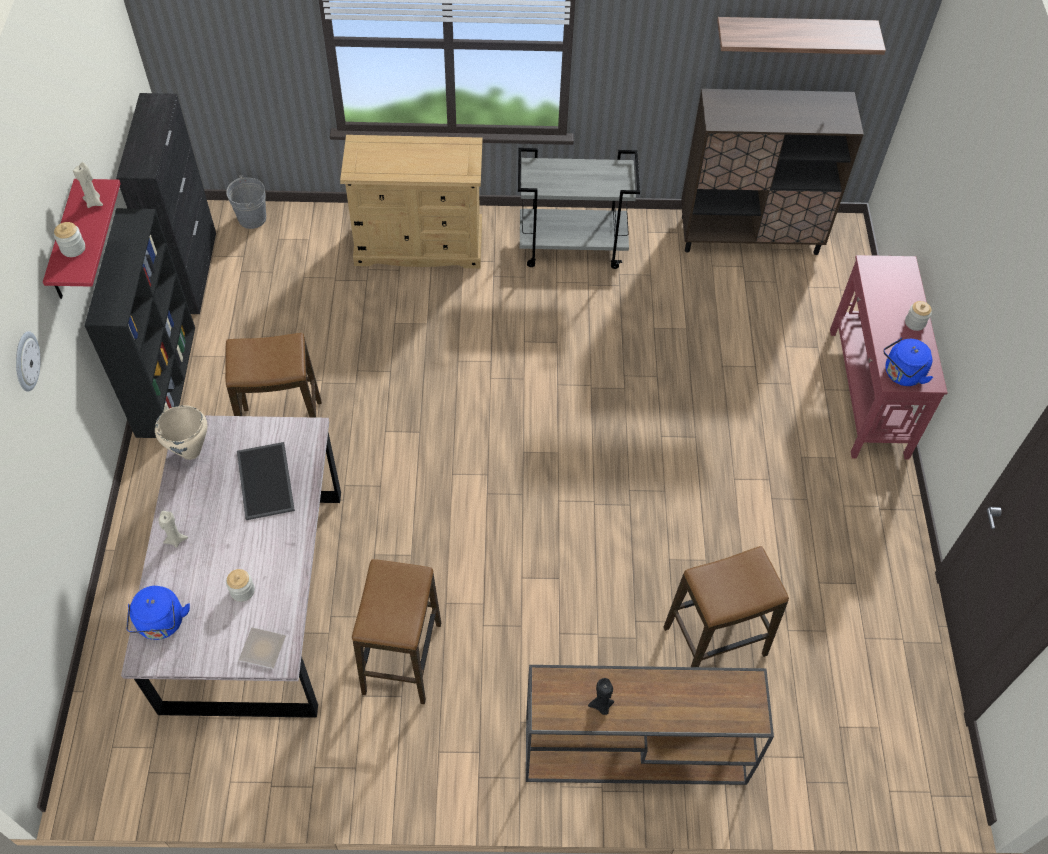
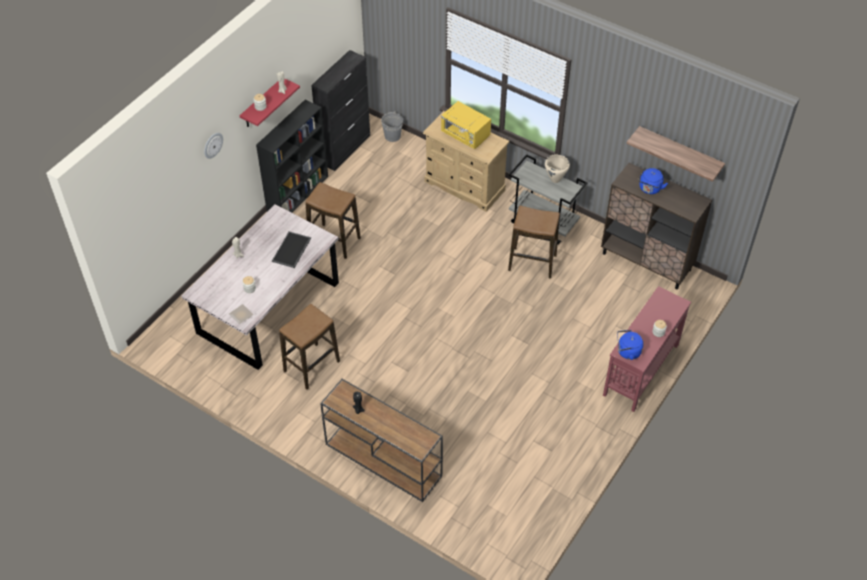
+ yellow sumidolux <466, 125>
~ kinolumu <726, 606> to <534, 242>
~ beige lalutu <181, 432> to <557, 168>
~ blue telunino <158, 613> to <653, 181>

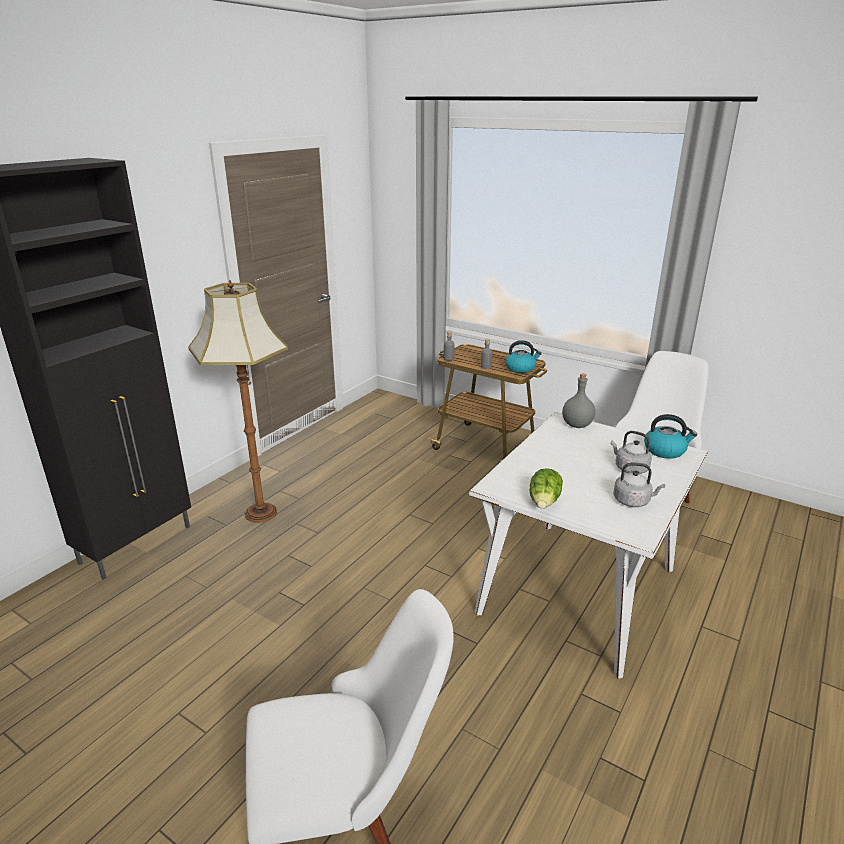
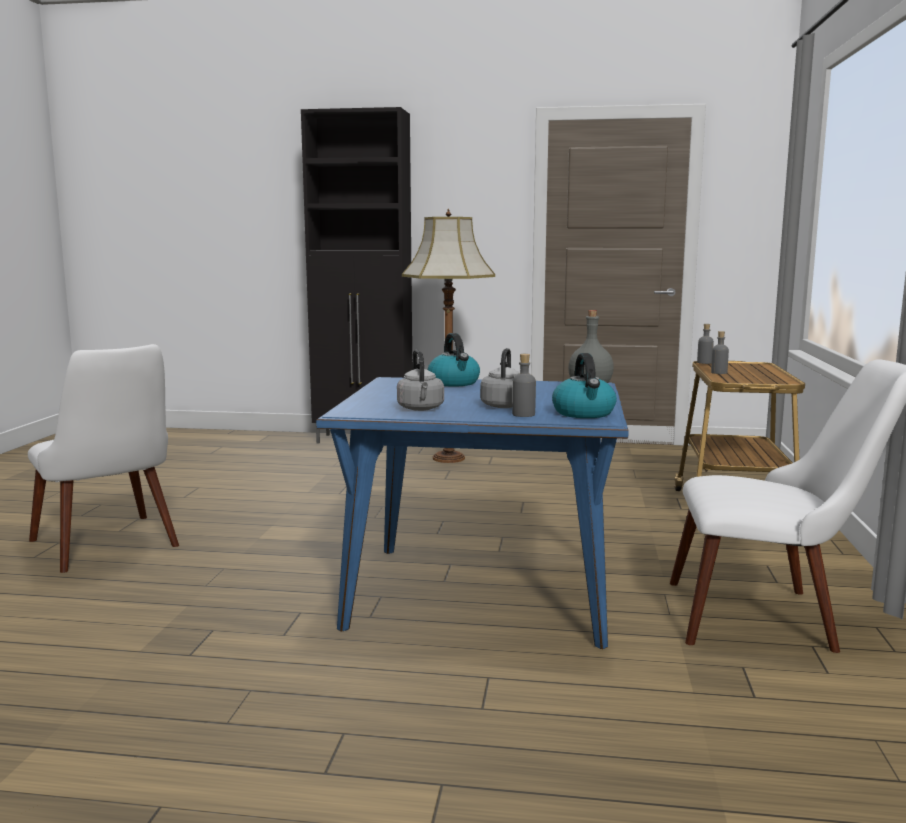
~ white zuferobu <588, 545> to blue zuferobu <472, 513>
~ telunino <523, 356> to <454, 359>
+ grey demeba <524, 385>
- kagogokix <546, 488>

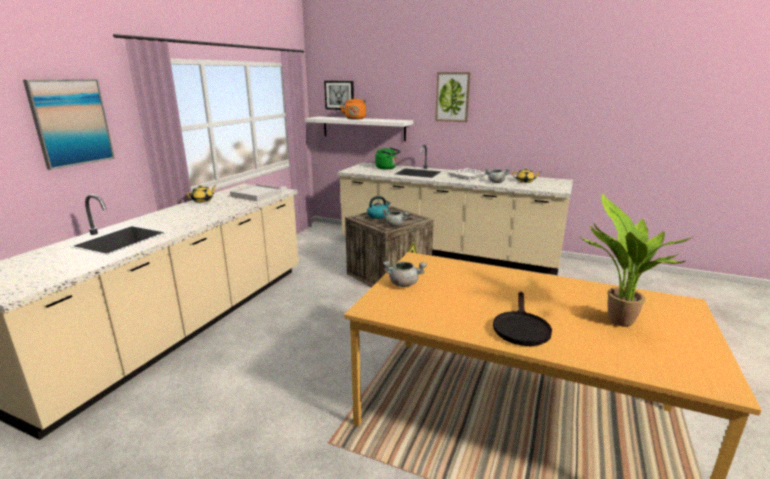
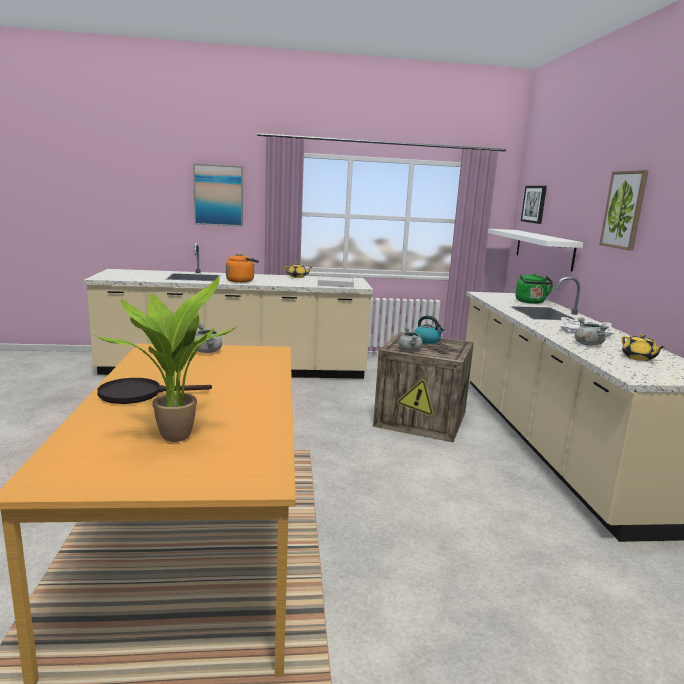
~ orange telunino <353, 109> to <242, 268>

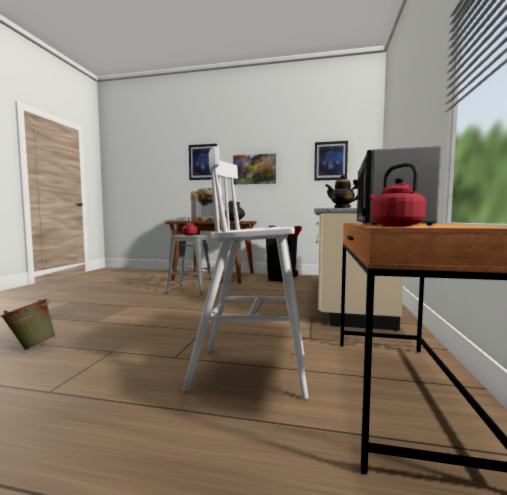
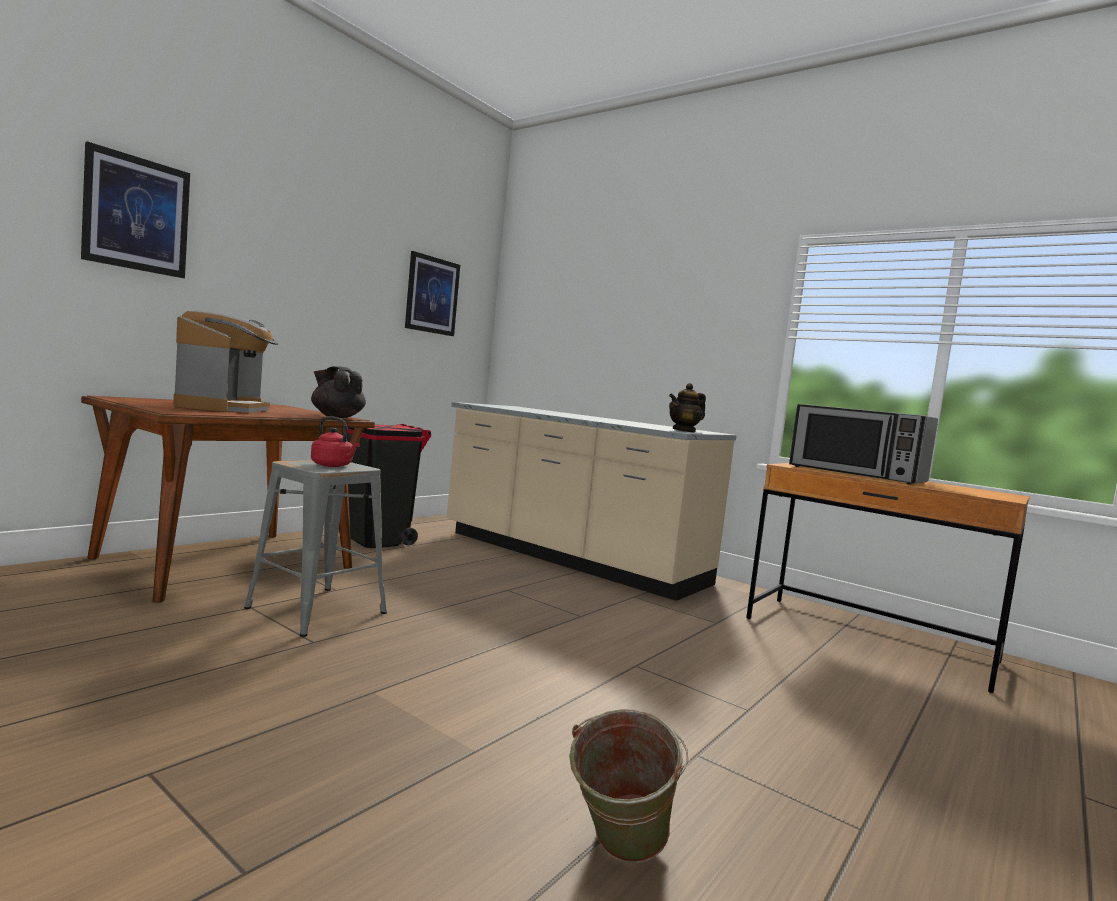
- white kinolumu <245, 272>
- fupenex <254, 168>
- red telunino <397, 194>

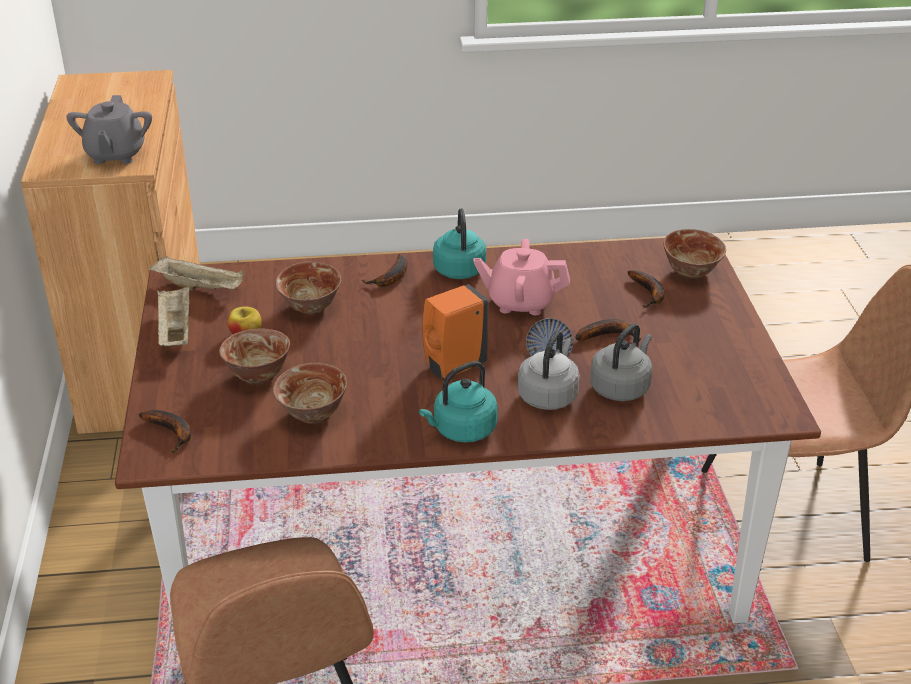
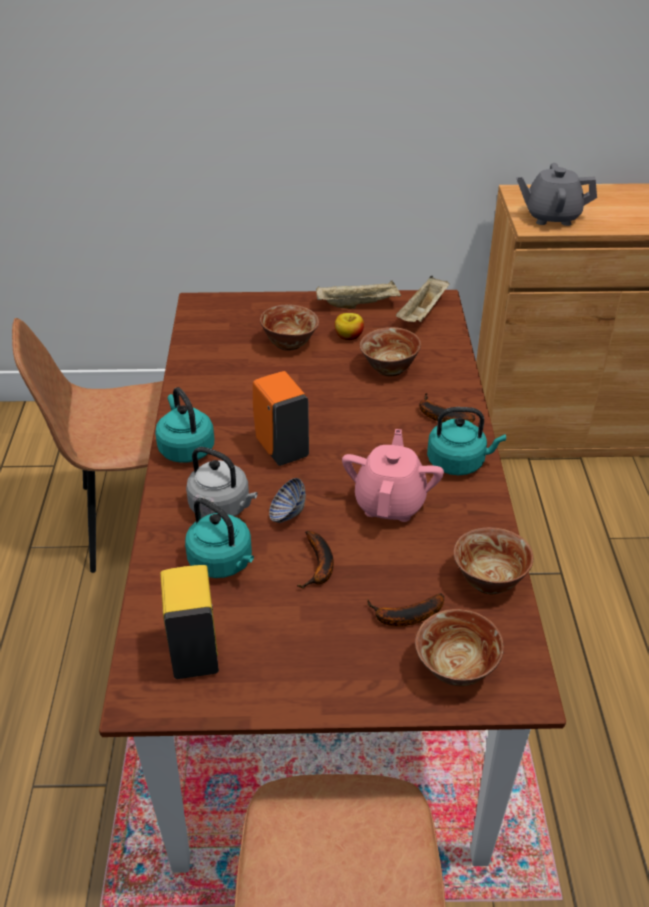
+ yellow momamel <189, 622>
~ grey telunino <621, 362> to turquoise telunino <219, 538>
~ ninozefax <310, 393> to <493, 560>
- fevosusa <165, 431>

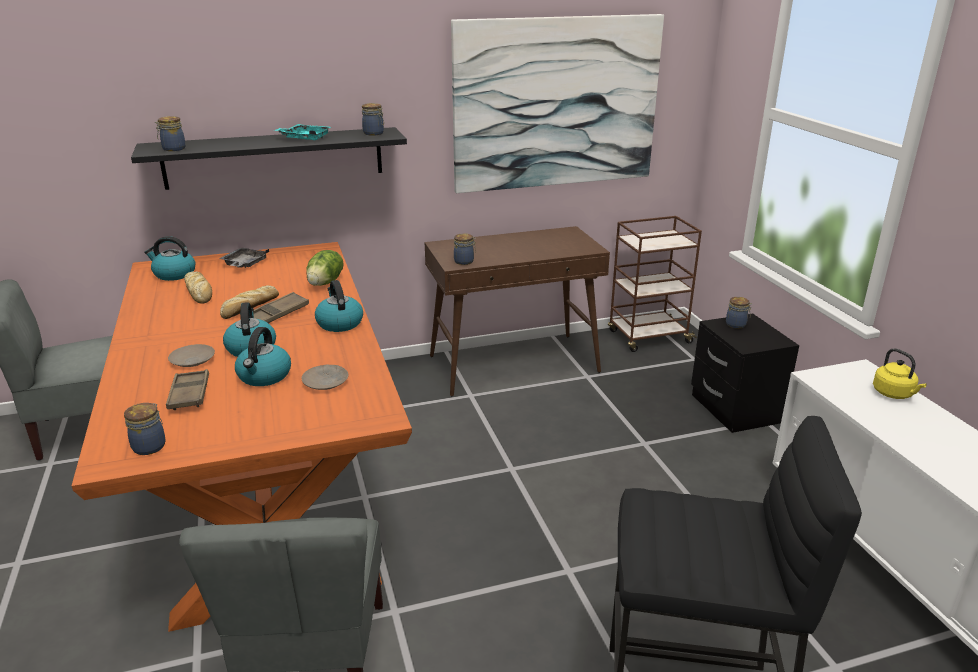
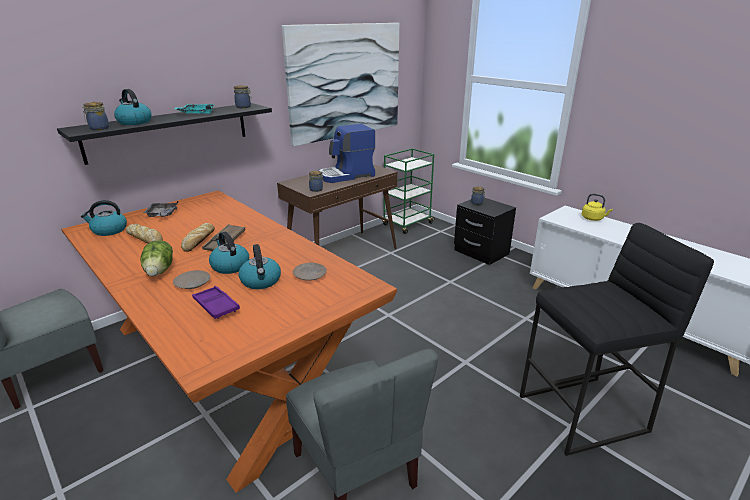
~ telunino <339, 306> to <133, 107>
~ kagogokix <325, 268> to <156, 258>
~ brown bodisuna <187, 389> to purple bodisuna <216, 302>
+ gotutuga <347, 153>
~ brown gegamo <655, 284> to green gegamo <408, 191>
- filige <145, 429>

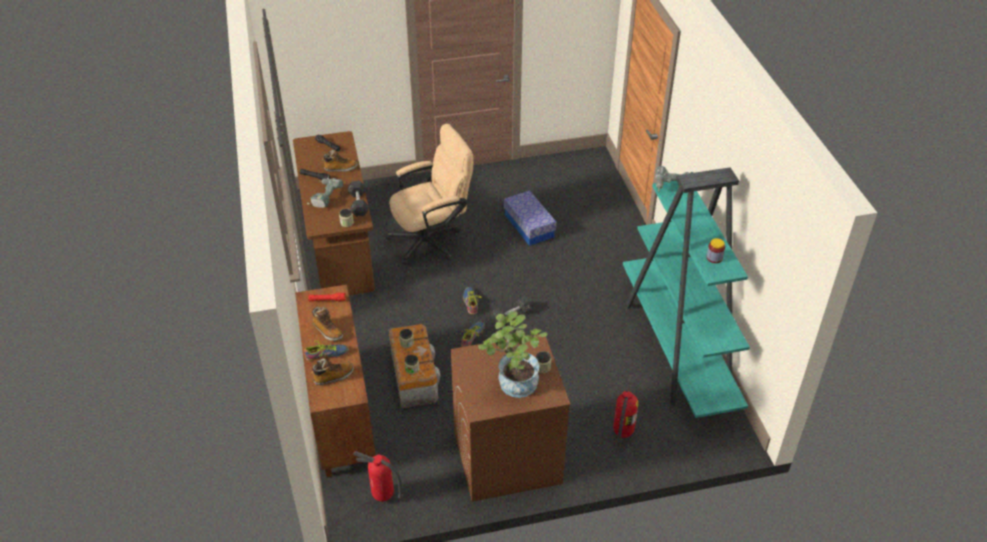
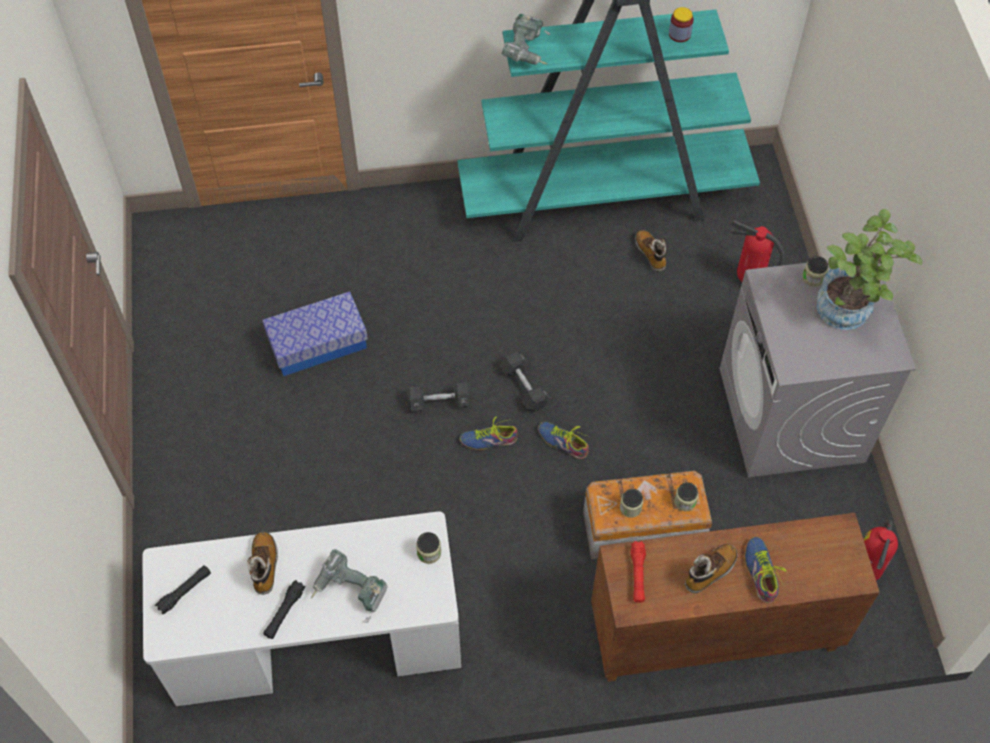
~ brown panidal <334, 213> to white panidal <301, 609>
~ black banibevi <358, 199> to <439, 396>
~ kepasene <332, 371> to <651, 251>
~ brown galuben <511, 418> to grey galuben <817, 367>
- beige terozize <429, 194>

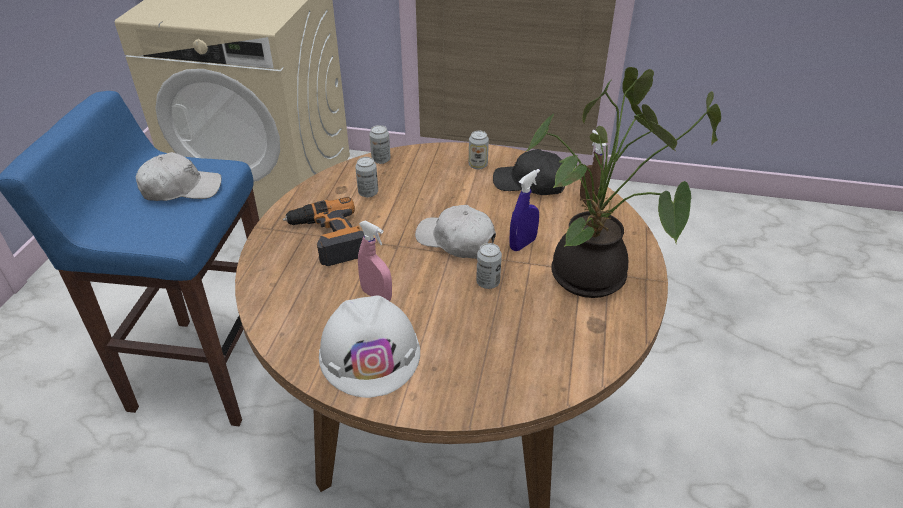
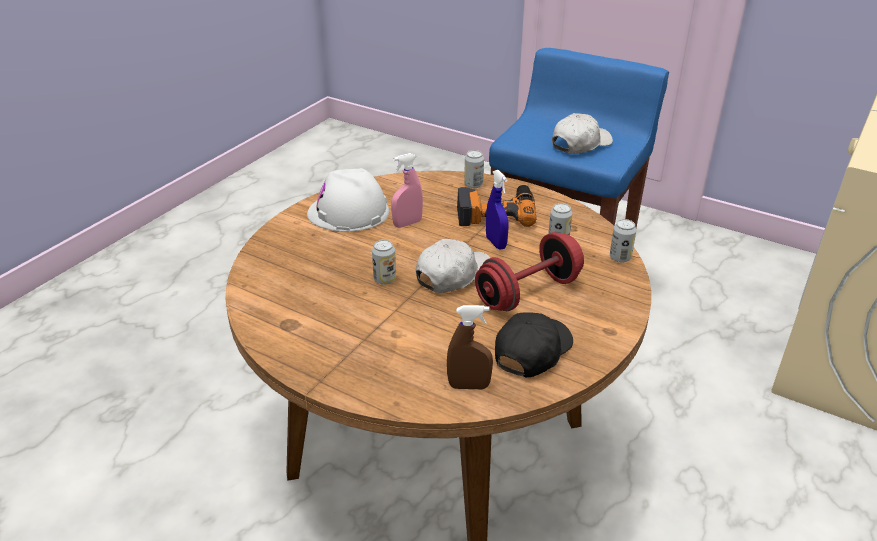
~ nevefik <479, 150> to <474, 169>
+ red banibevi <529, 271>
~ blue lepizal <524, 210> to <497, 210>
~ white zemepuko <179, 176> = <582, 133> 135 degrees counterclockwise
- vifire <623, 182>

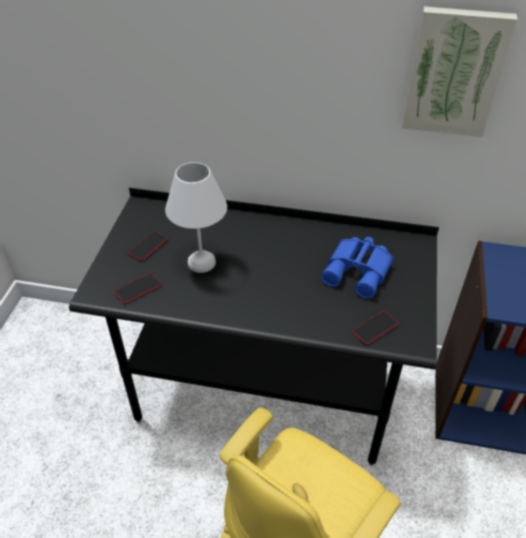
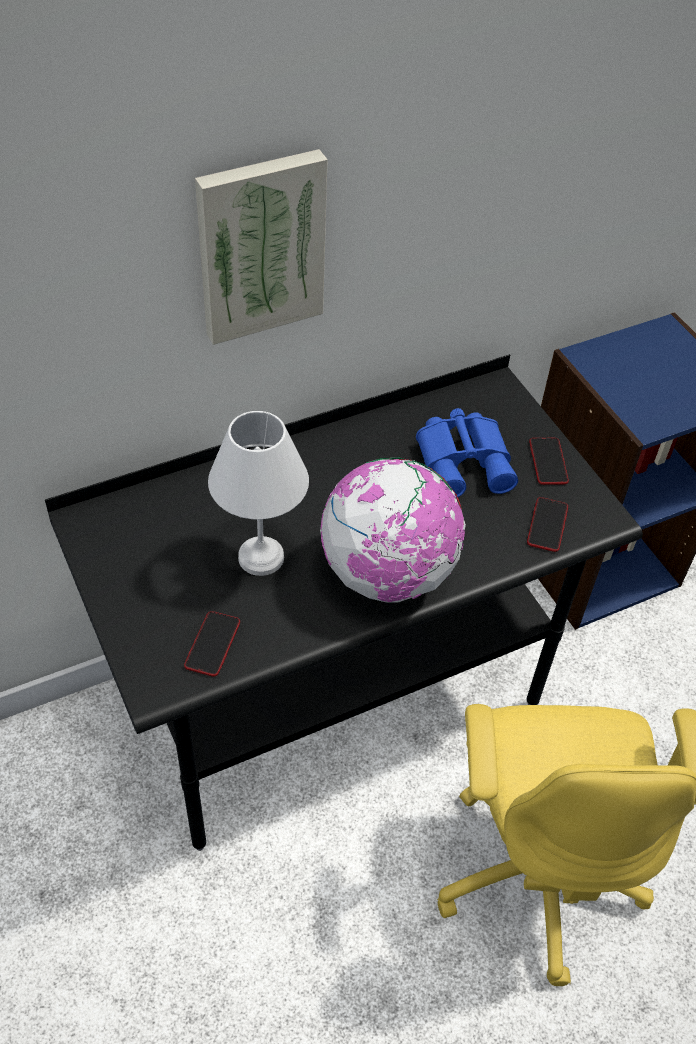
~ fupenex <460, 71> to <261, 247>
+ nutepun <393, 530>
~ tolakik <148, 246> to <549, 461>

